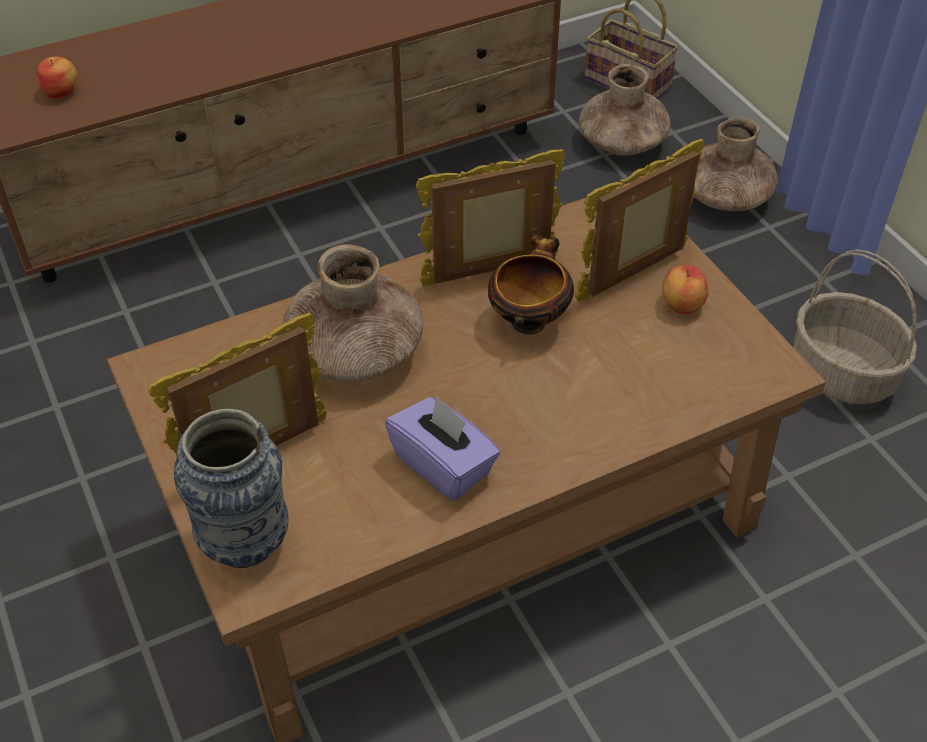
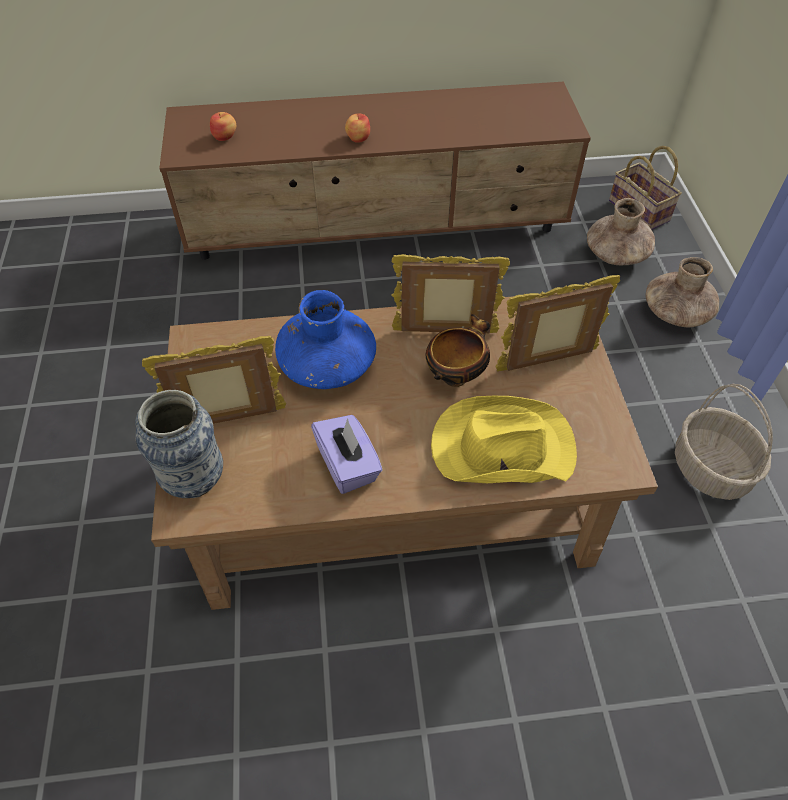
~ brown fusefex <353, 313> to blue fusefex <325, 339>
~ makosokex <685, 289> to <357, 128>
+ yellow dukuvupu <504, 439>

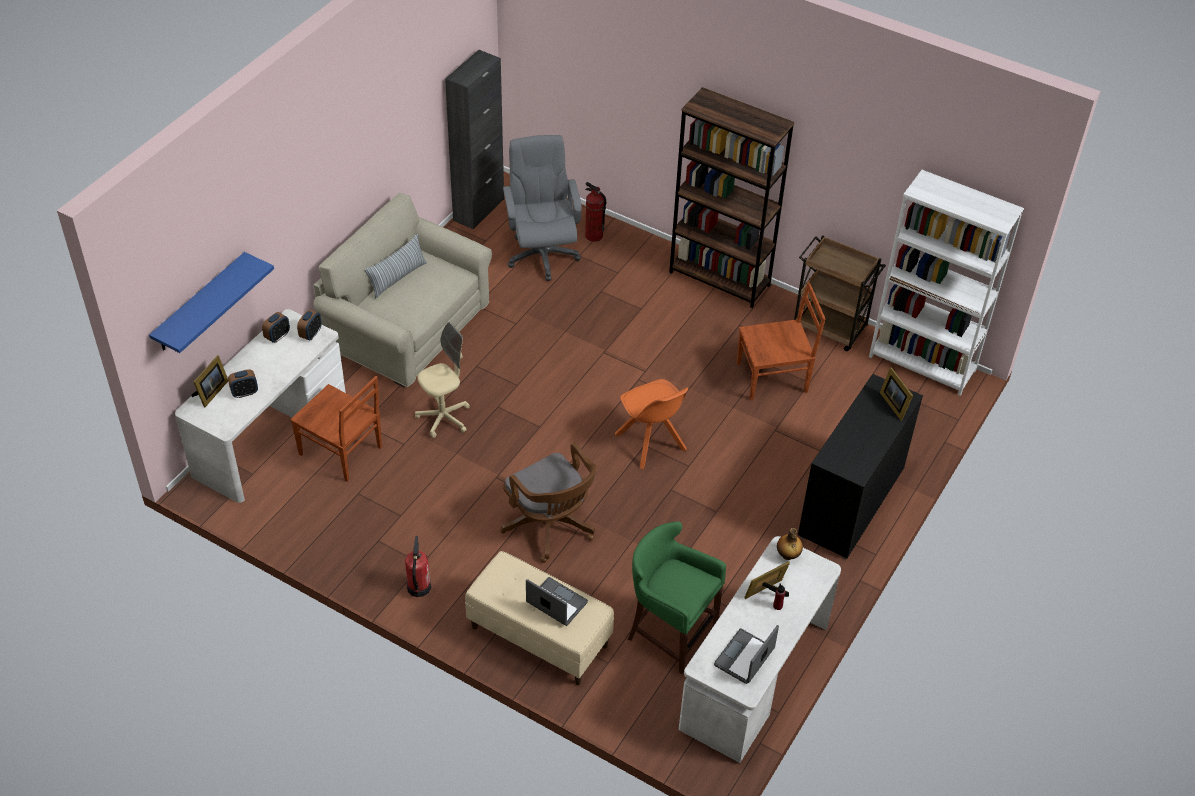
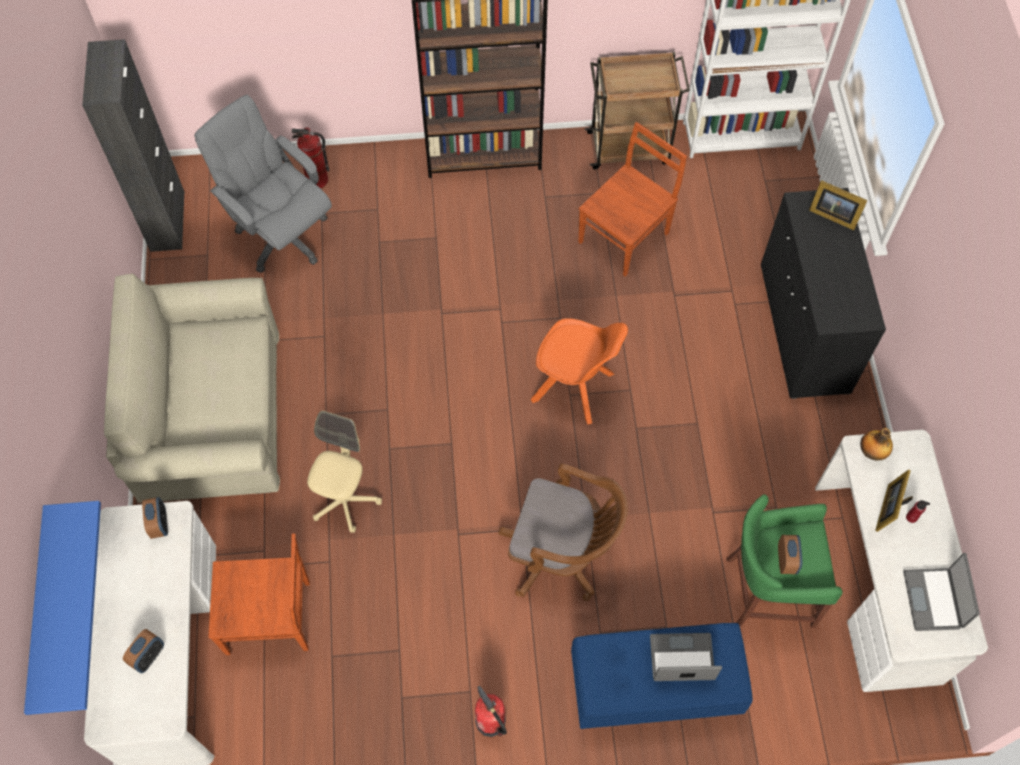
~ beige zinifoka <539, 618> to blue zinifoka <662, 676>
~ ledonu <276, 327> to <790, 554>
- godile <210, 381>
- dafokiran <396, 266>

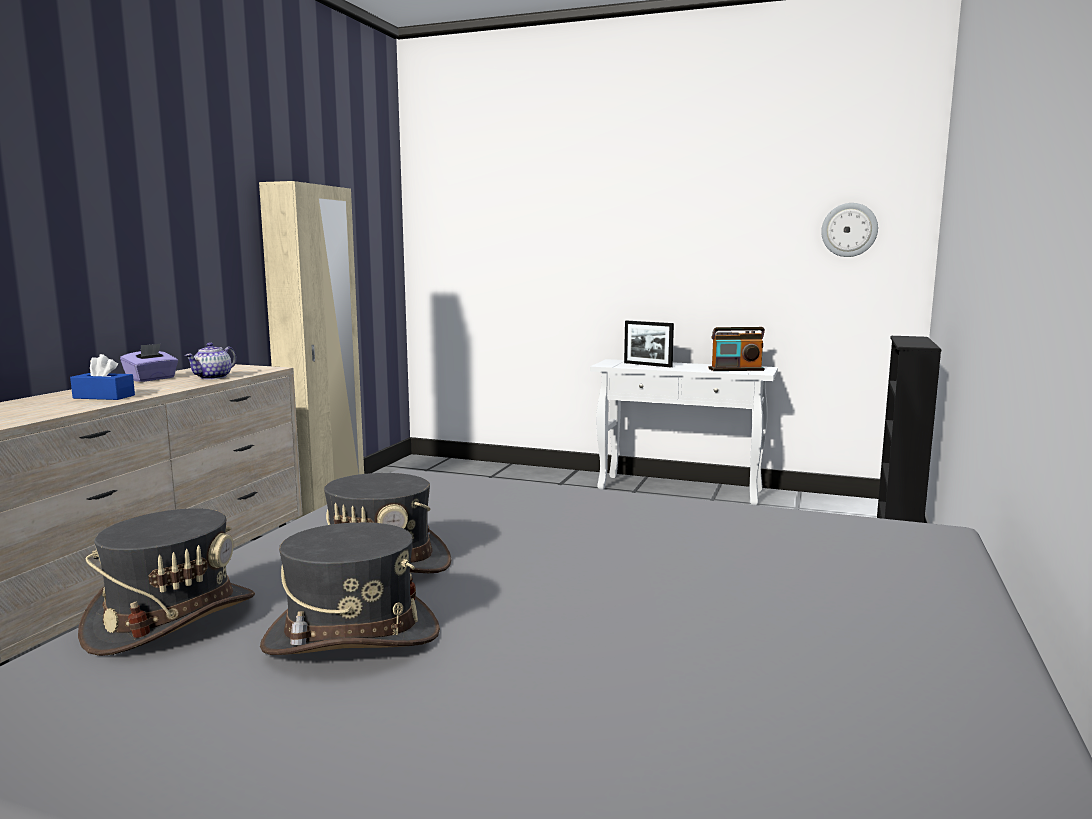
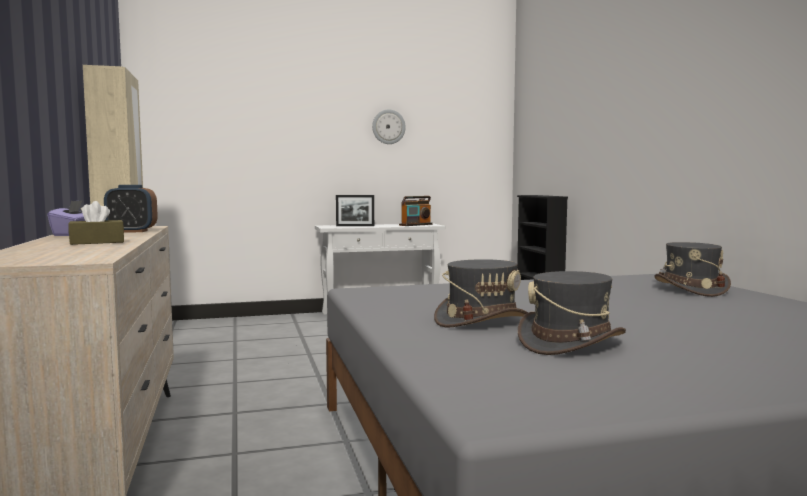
~ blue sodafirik <102, 377> to brown sodafirik <96, 223>
~ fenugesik <211, 360> to ledonu <131, 208>
~ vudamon <849, 230> to <389, 126>
~ grey dukuvupu <166, 582> to <692, 269>

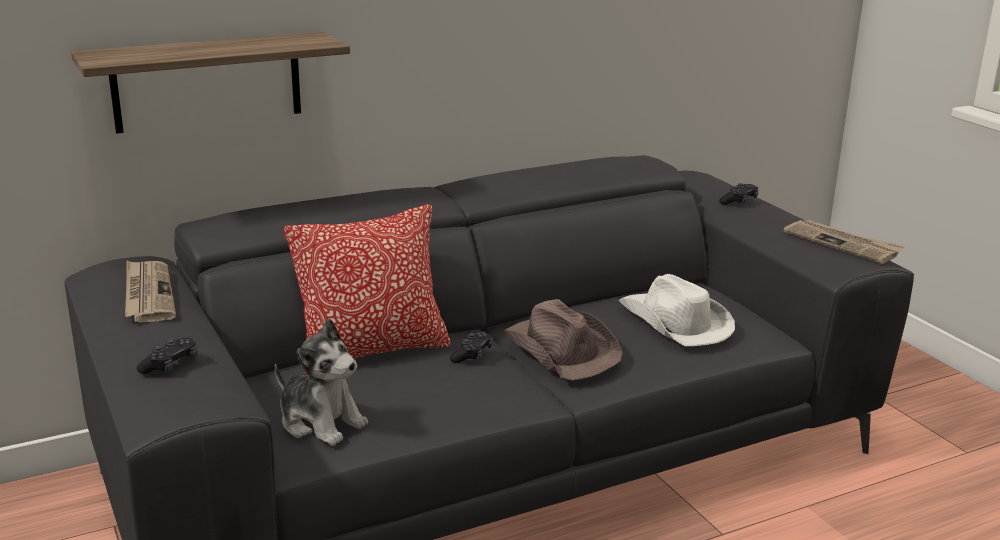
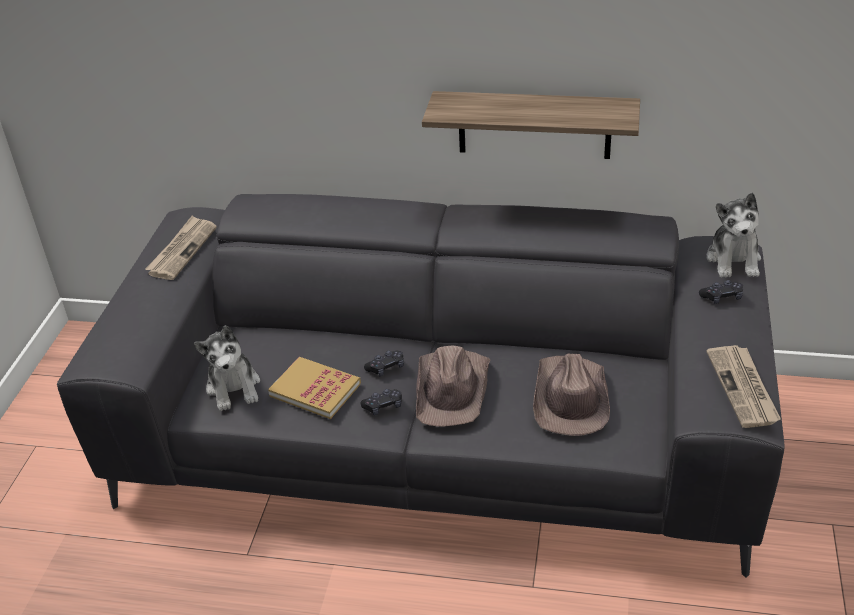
+ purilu <314, 388>
~ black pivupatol <167, 356> to <381, 402>
~ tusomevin <210, 83> to <531, 125>
~ white dukuvupu <676, 310> to brown dukuvupu <571, 394>
+ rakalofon <733, 235>
- dafokiran <367, 289>

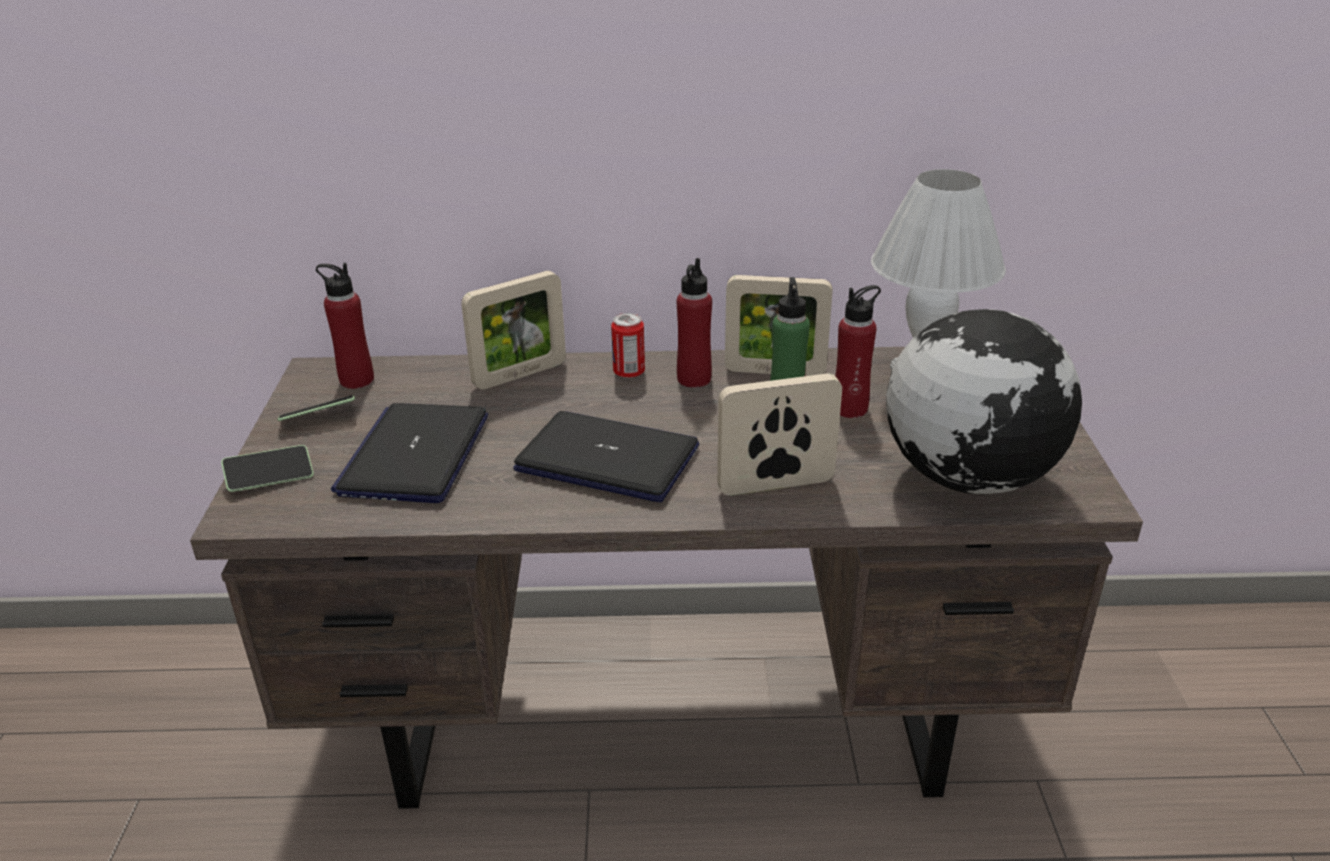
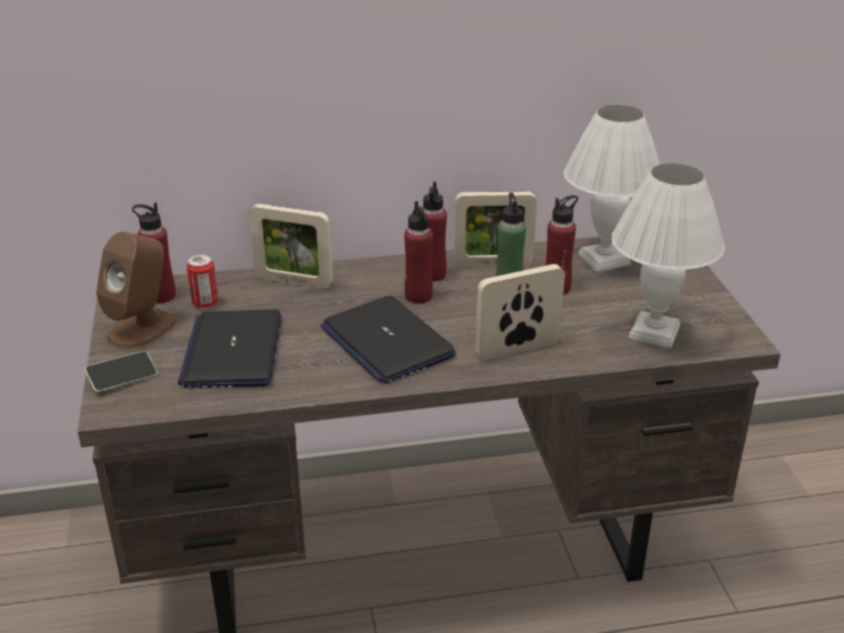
~ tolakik <316, 408> to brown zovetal <136, 290>
~ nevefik <628, 345> to <202, 281>
~ godile <513, 330> = <291, 246> 60 degrees clockwise
~ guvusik <606, 456> = <388, 340> 135 degrees counterclockwise
+ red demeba <418, 252>
~ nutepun <984, 401> to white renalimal <668, 255>

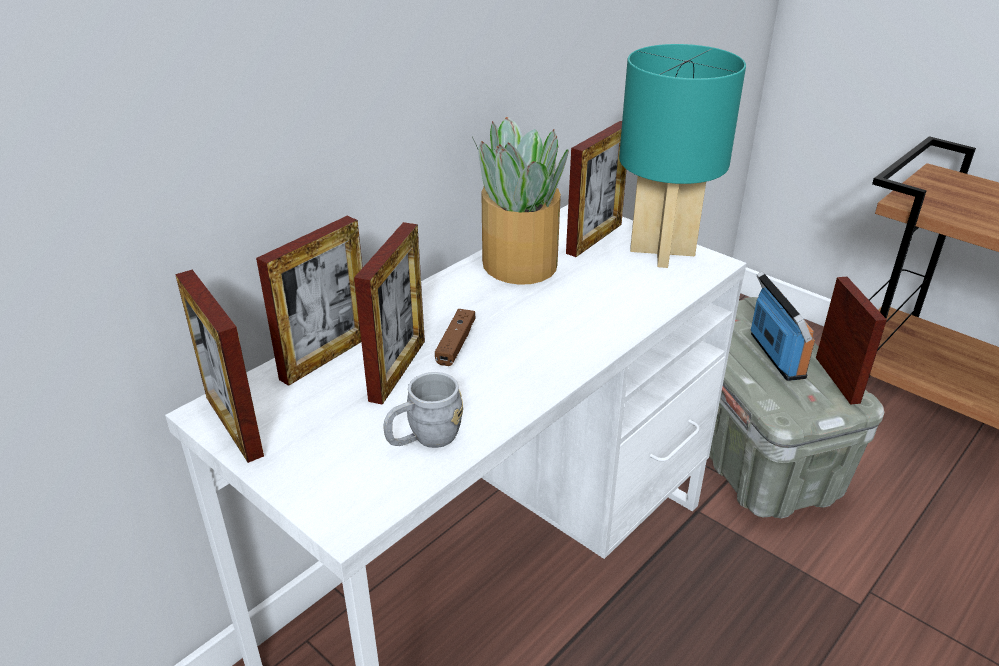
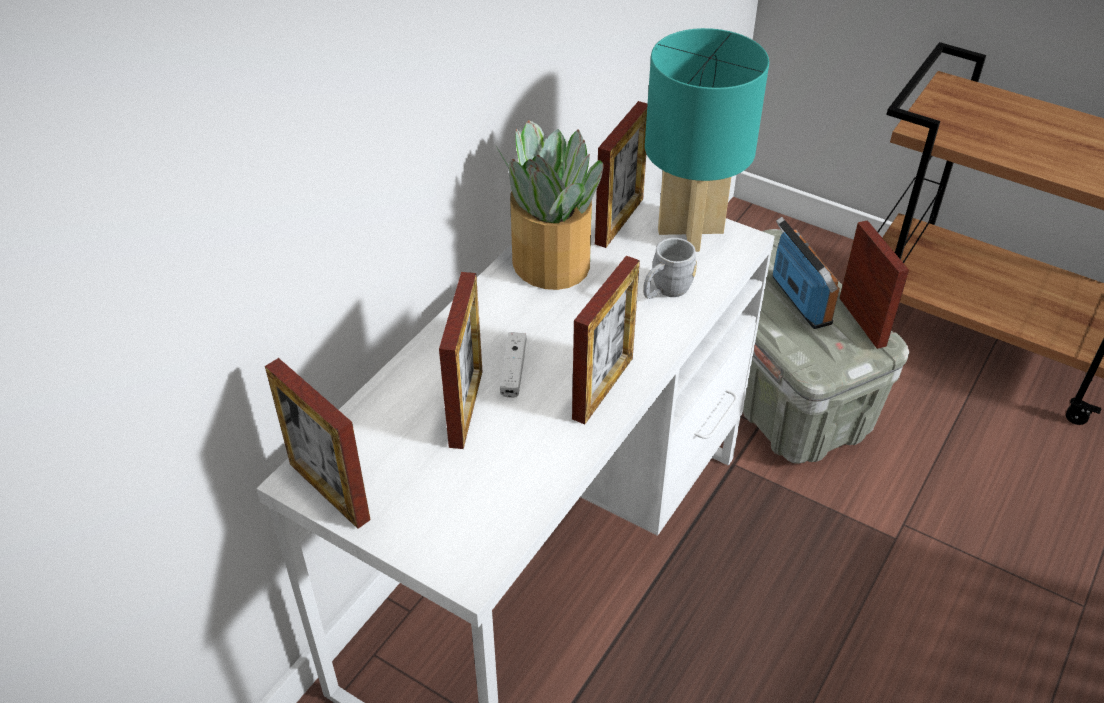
~ brown pivupatol <455, 337> to white pivupatol <513, 365>
~ godile <309, 301> to <606, 340>
~ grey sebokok <423, 410> to <670, 268>

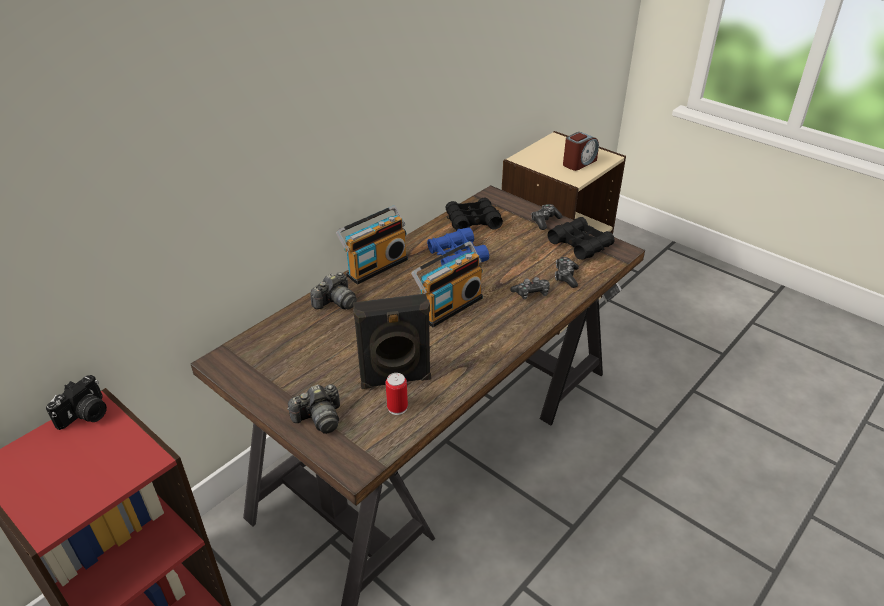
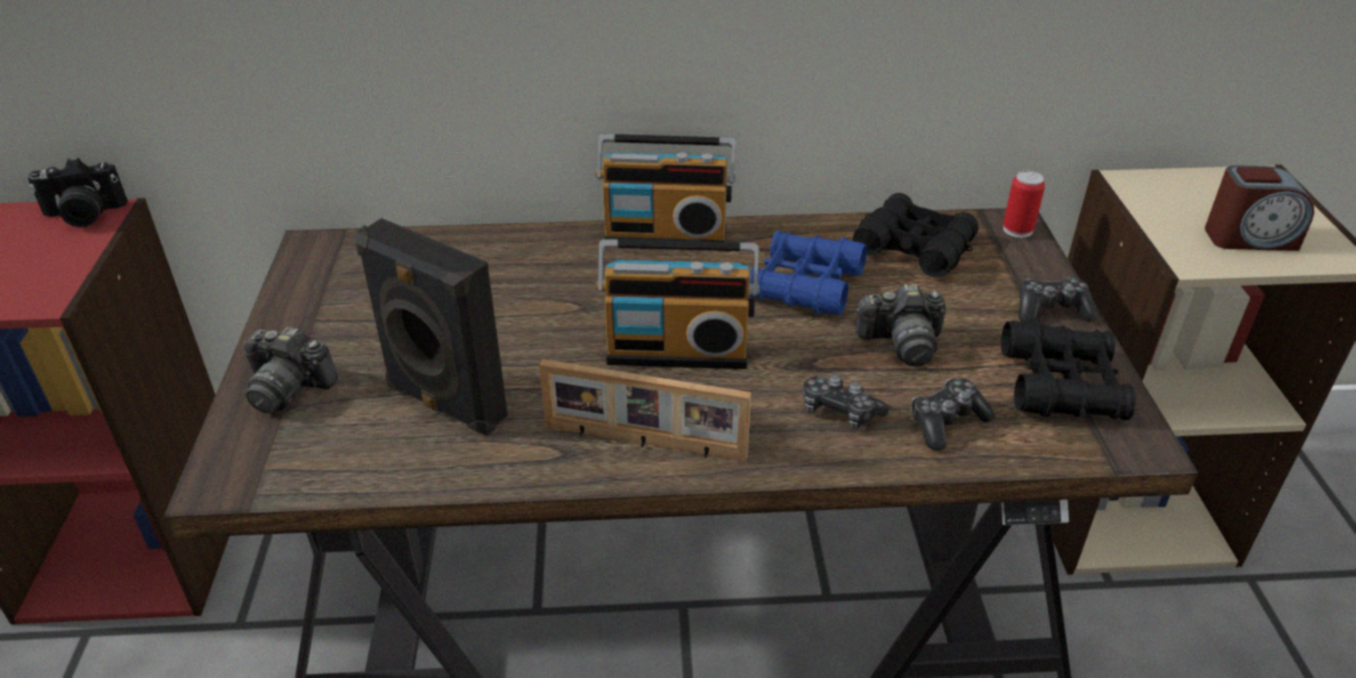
+ godile <645, 410>
~ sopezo <333, 291> to <900, 325>
~ nevefik <397, 394> to <1024, 204>

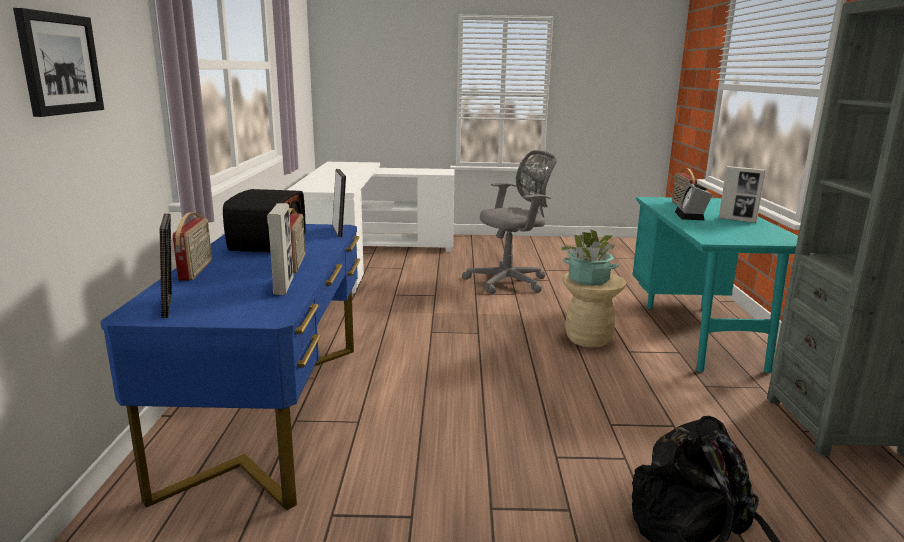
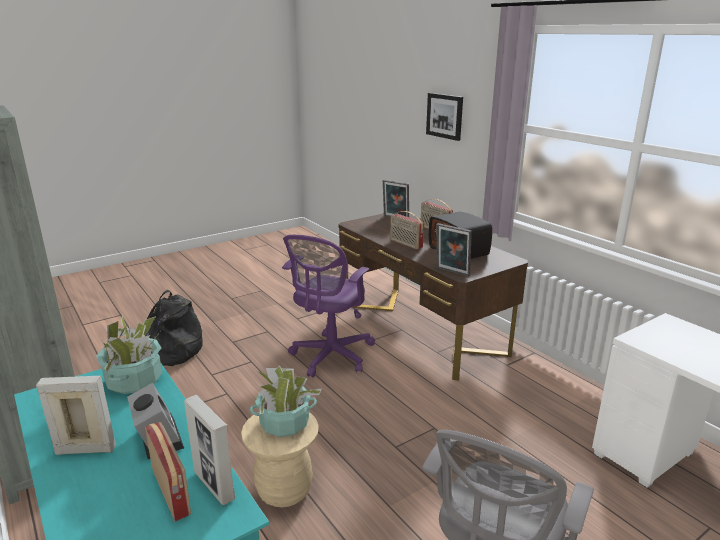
+ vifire <129, 354>
~ godile <280, 249> to <209, 450>
+ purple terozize <328, 306>
~ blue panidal <230, 367> to brown panidal <433, 297>

